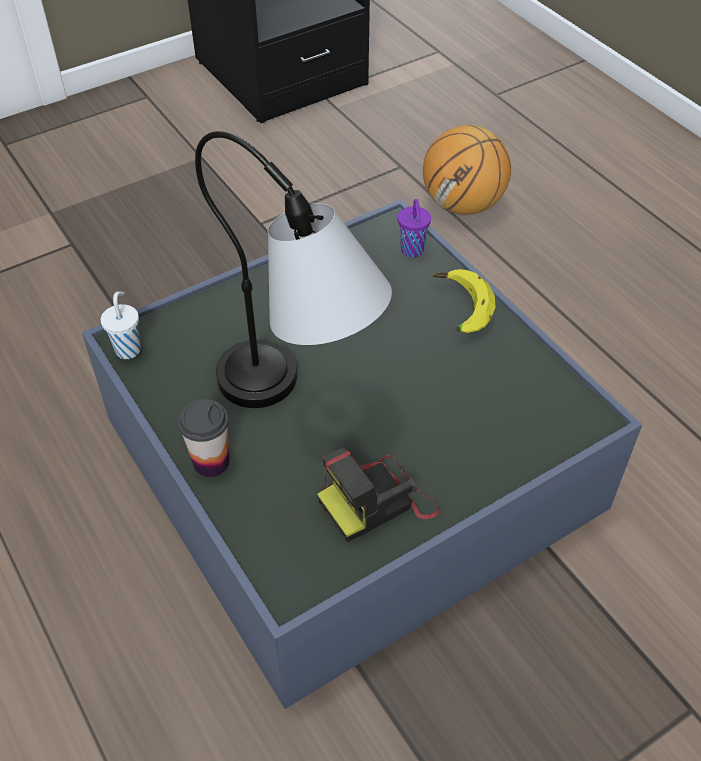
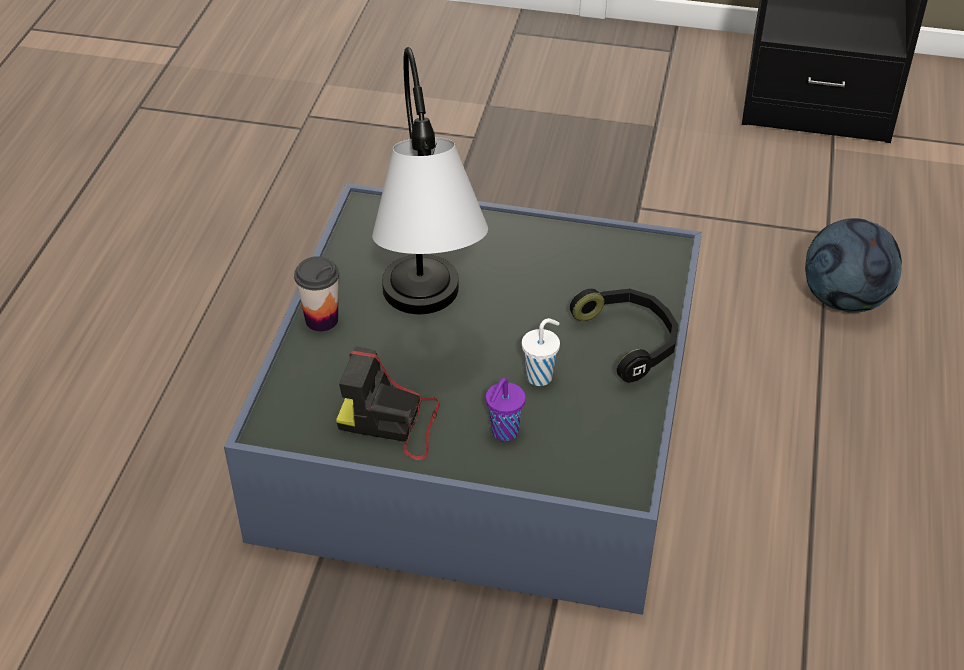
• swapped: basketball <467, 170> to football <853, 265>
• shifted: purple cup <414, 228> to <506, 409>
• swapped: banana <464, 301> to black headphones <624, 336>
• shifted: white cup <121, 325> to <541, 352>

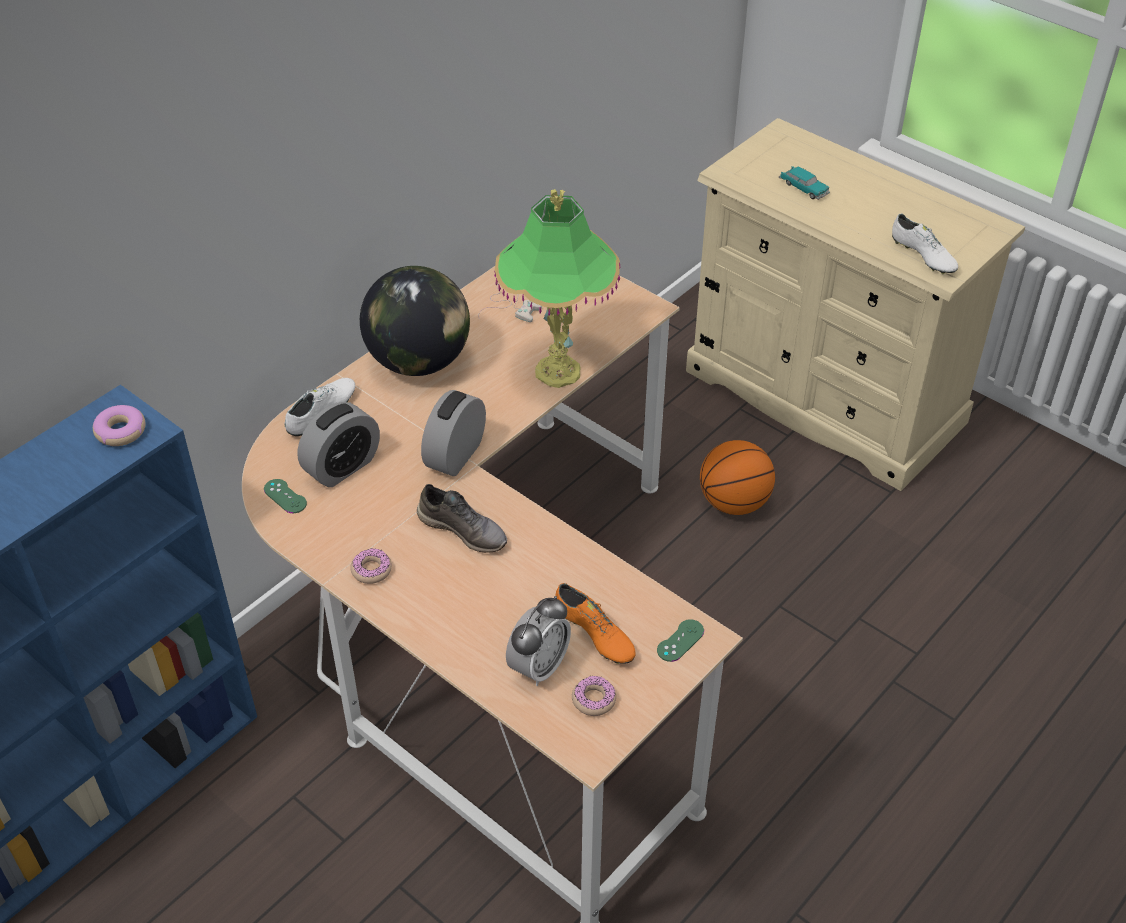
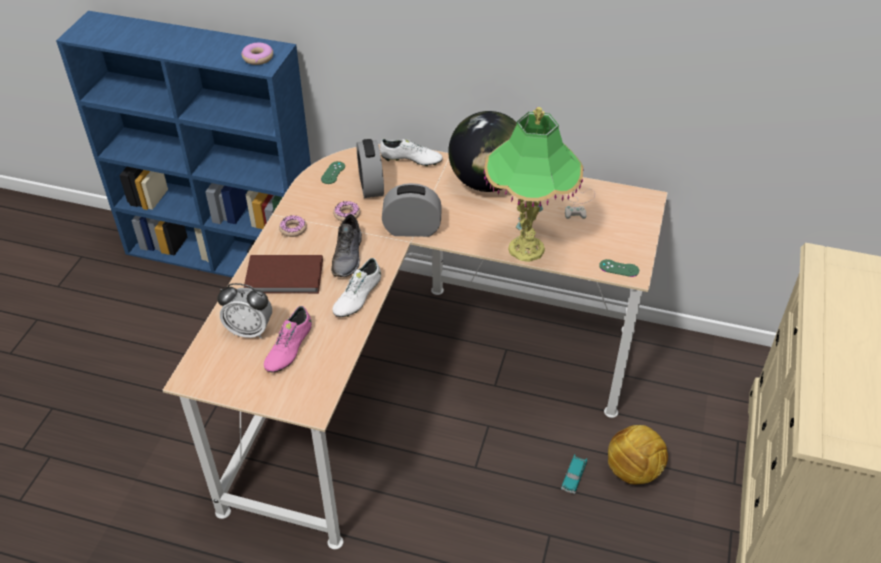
• shifted: toy car <804, 183> to <574, 474>
• shifted: white shoe <925, 244> to <356, 287>
• rotated: alarm clock <338, 444> = <370, 168> 60 degrees clockwise
• swapped: basketball <737, 477> to football <638, 454>
• repainted: orange shoe <595, 623> to pink shoe <288, 339>
• shifted: green game controller <680, 640> to <619, 268>
• shifted: donut <594, 696> to <346, 211>
• new: brown book <283, 274>

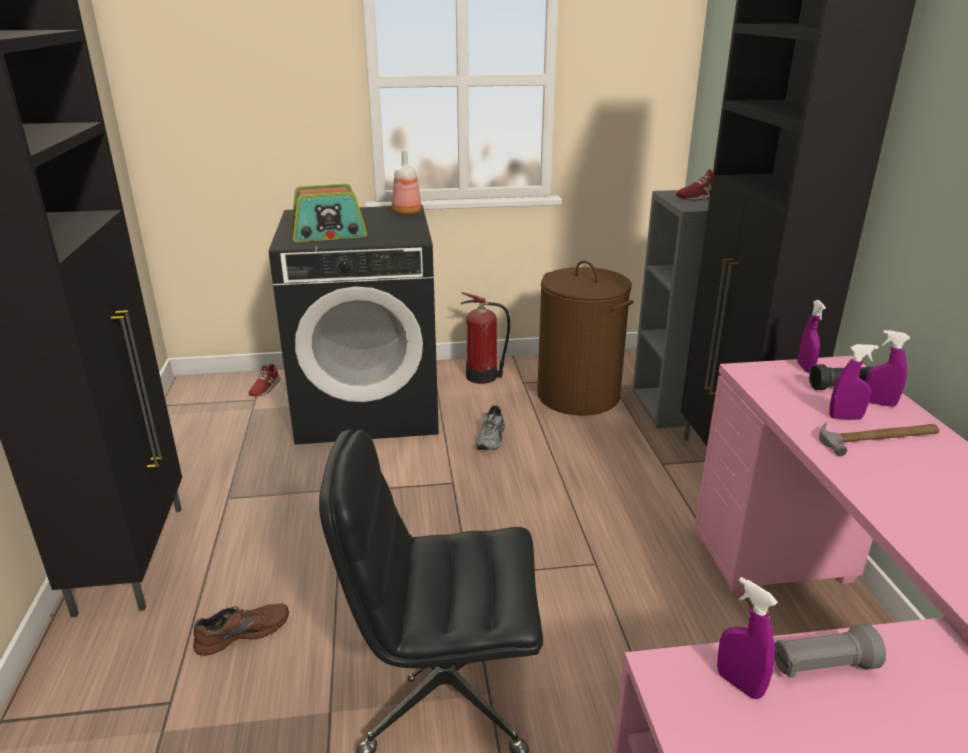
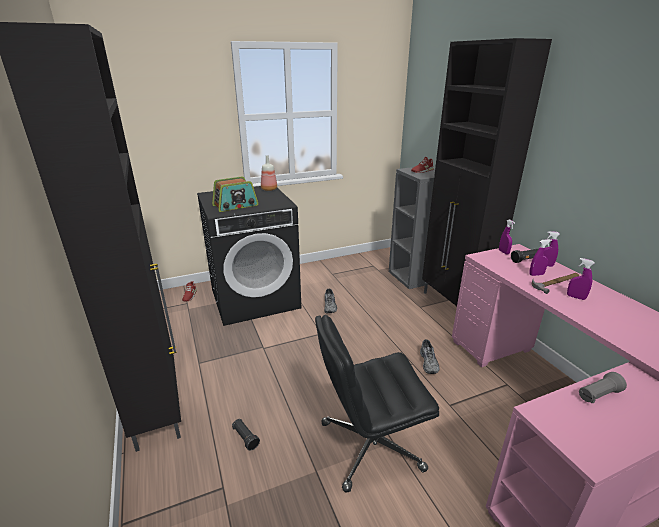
• gone: brown laundry basket <585, 338>
• gone: fire extinguisher <485, 338>
• shifted: purple spray bottle <747, 638> to <581, 279>
• swapped: brown shoe <241, 629> to black flashlight <246, 434>
• new: grey shoe <429, 356>

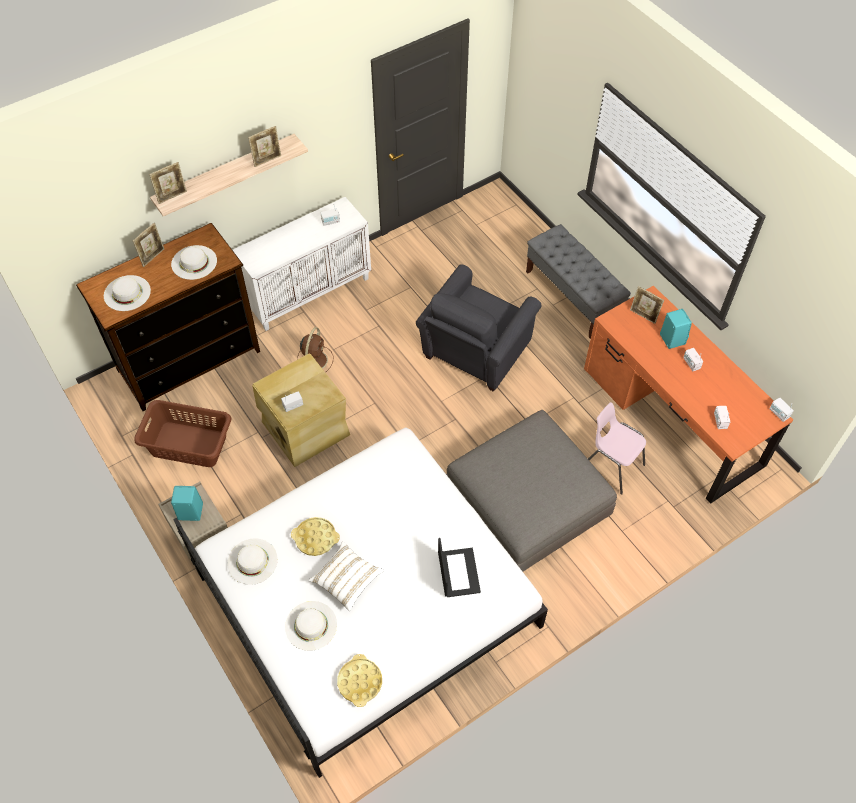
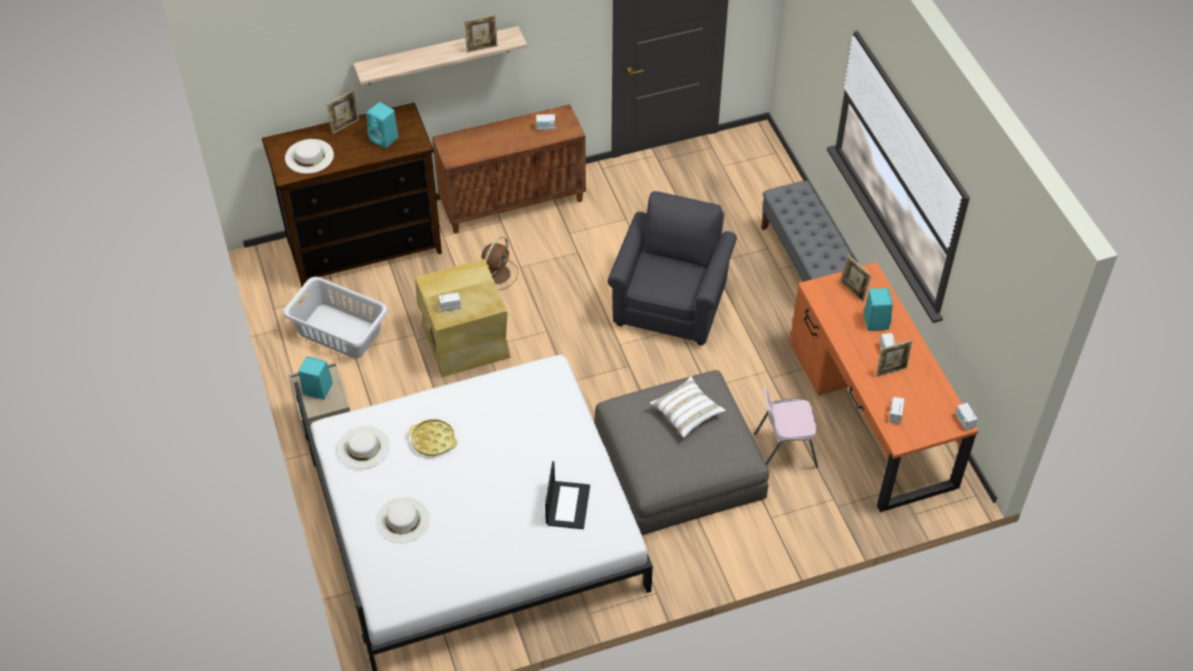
• shifted: picture frame <168, 183> to <894, 358>
• repainted: white cabinet <302, 264> to brown cabinet <509, 169>
• swapped: white hat <194, 262> to turquoise speaker <382, 125>
• rotated: grey armchair <478, 328> = <672, 268> 150 degrees clockwise
• repainted: brown laundry basket <183, 433> to grey laundry basket <335, 318>
• rotated: pink chair <617, 448> = <786, 428> 60 degrees counterclockwise
• shifted: white pillow <346, 576> to <687, 407>
• gone: yellow tray <359, 680>

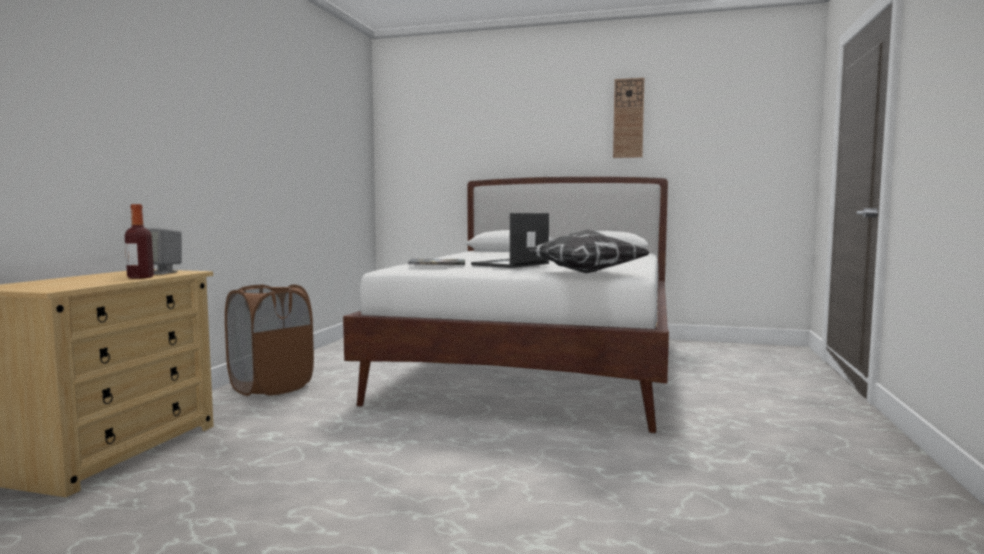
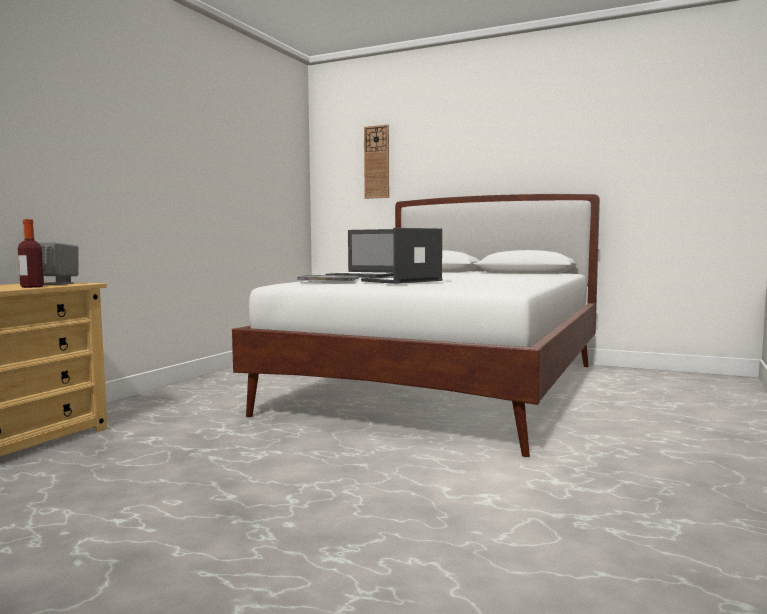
• shifted: wall clock <628, 118> to <376, 162>
• gone: pillow <588, 251>
• gone: brown laundry basket <269, 340>
• new: laptop <359, 253>

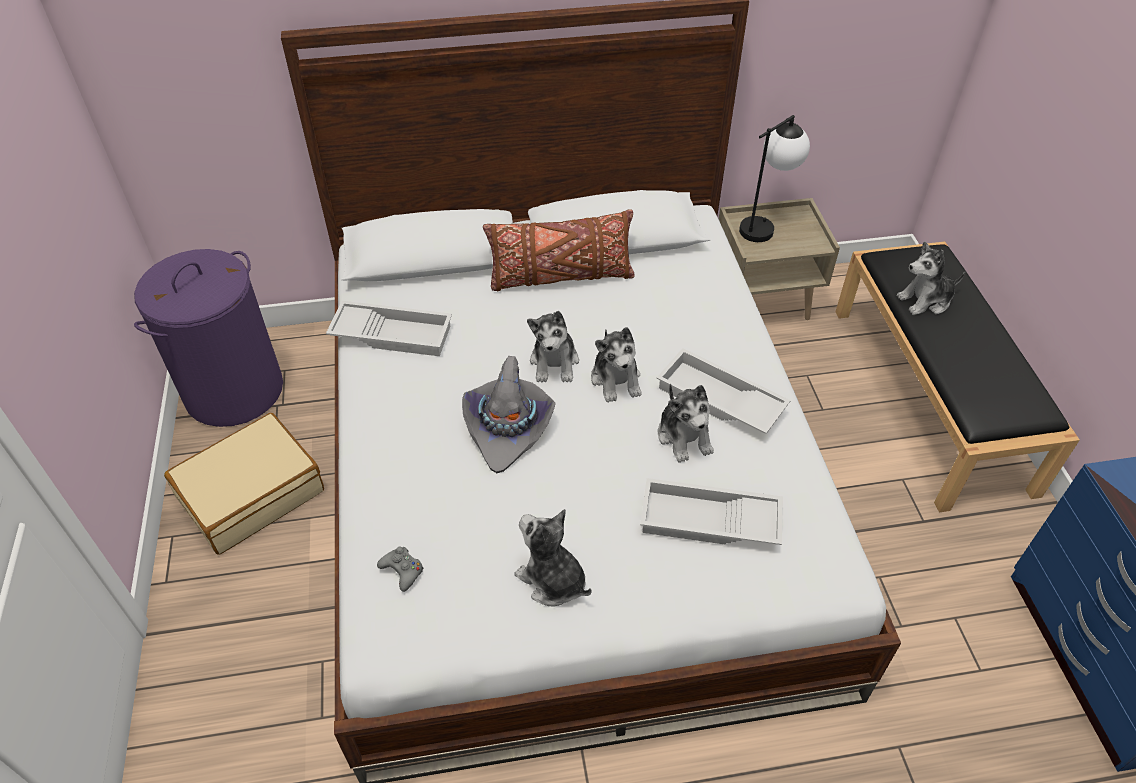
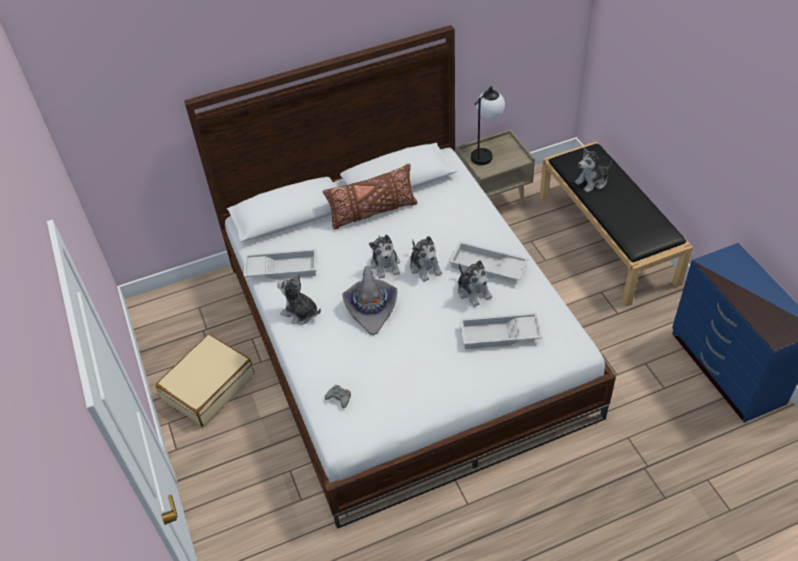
• gone: purple laundry basket <208, 338>
• shifted: plush toy <553, 558> to <299, 299>

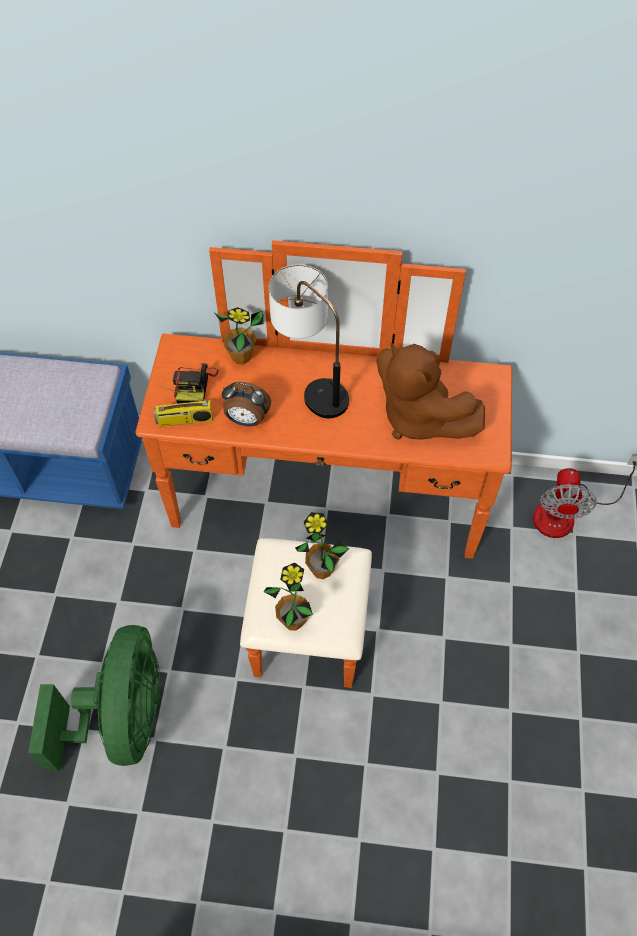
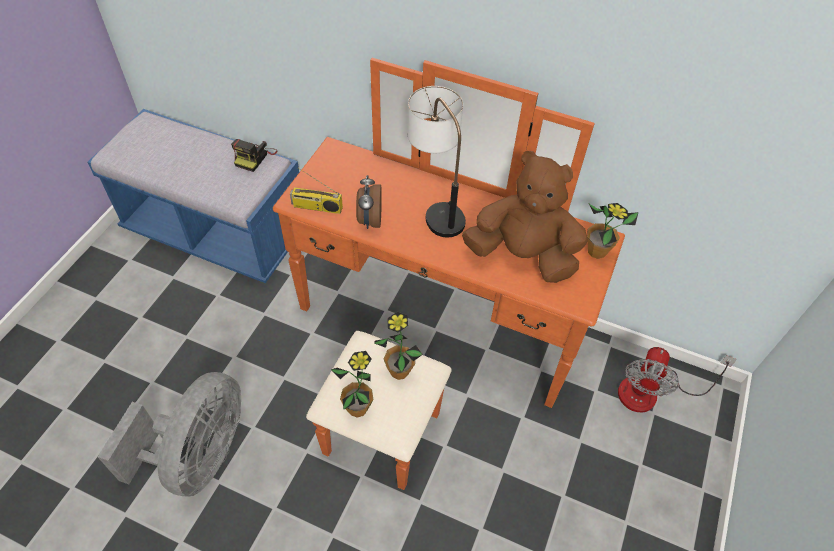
• shifted: potted plant <239, 335> to <612, 231>
• rotated: brown plush toy <430, 391> = <525, 217> 135 degrees clockwise
• shifted: photo camera <196, 383> to <254, 155>
• rotated: alarm clock <246, 404> = <369, 202> 60 degrees clockwise
• repainted: green fan <94, 698> to grey fan <169, 434>

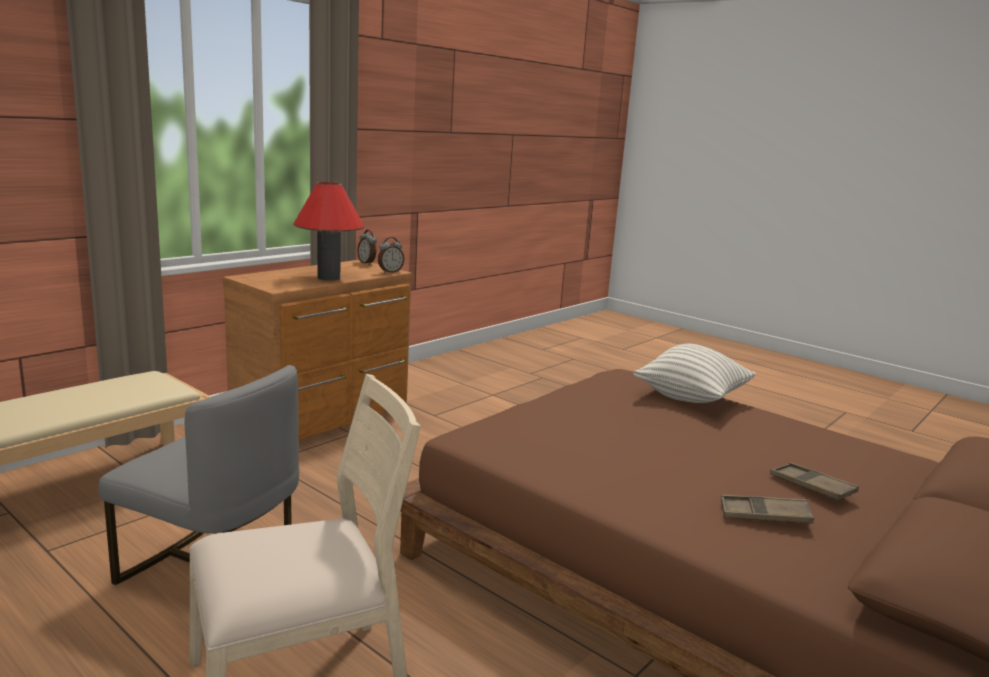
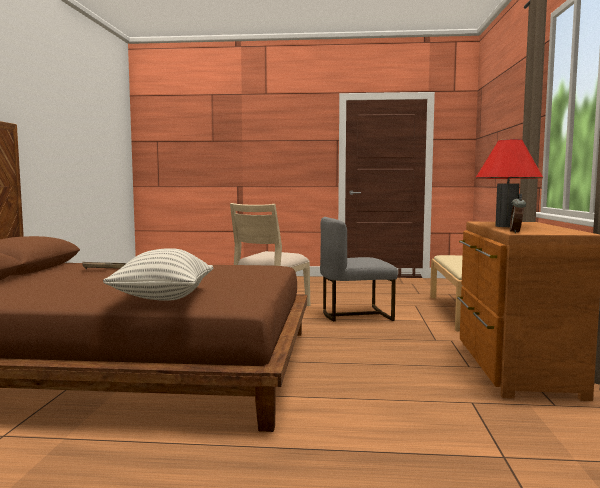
• gone: alarm clock <367, 247>
• gone: brown tray <814, 481>

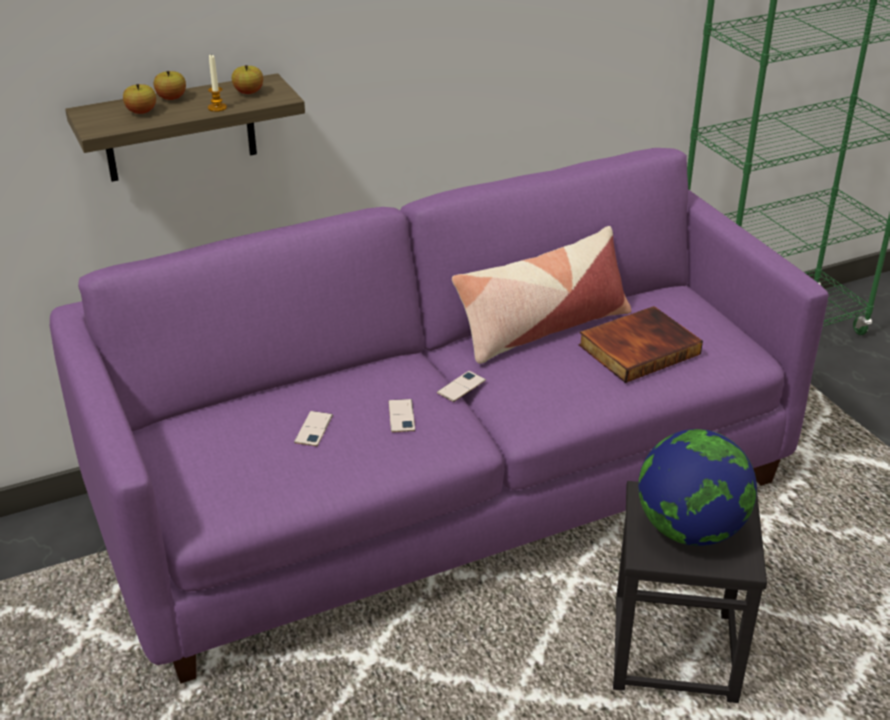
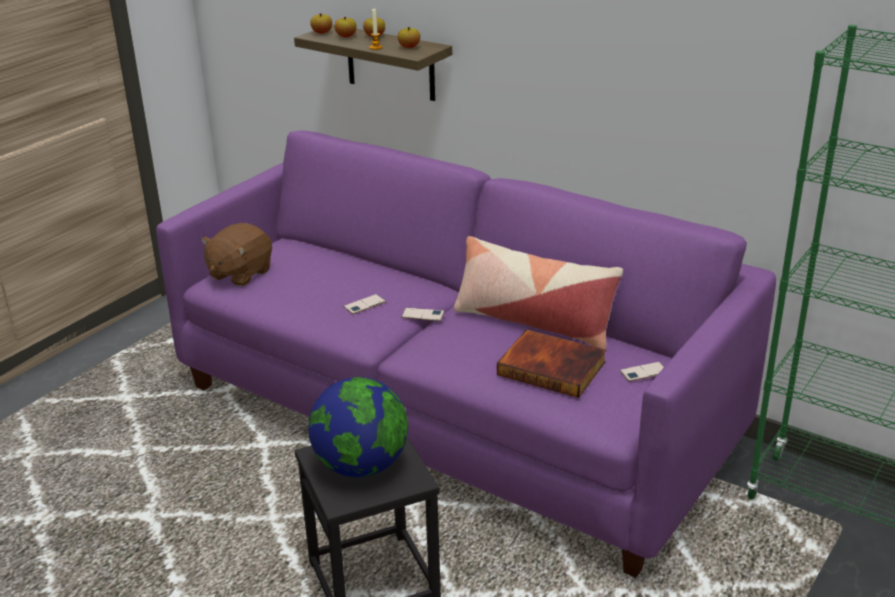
• shifted: phone <313, 428> to <642, 372>
• new: apple <321, 23>
• new: brown plush toy <236, 255>

